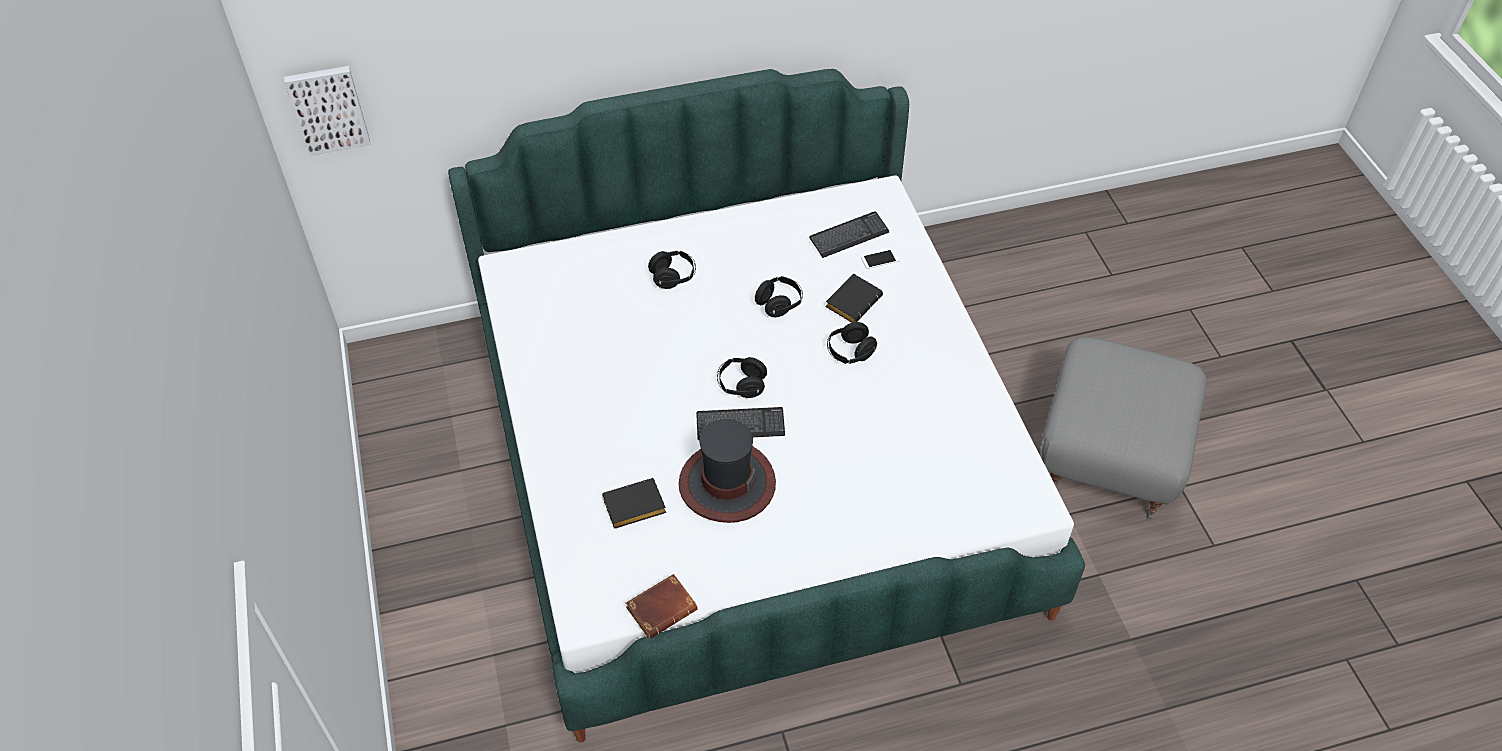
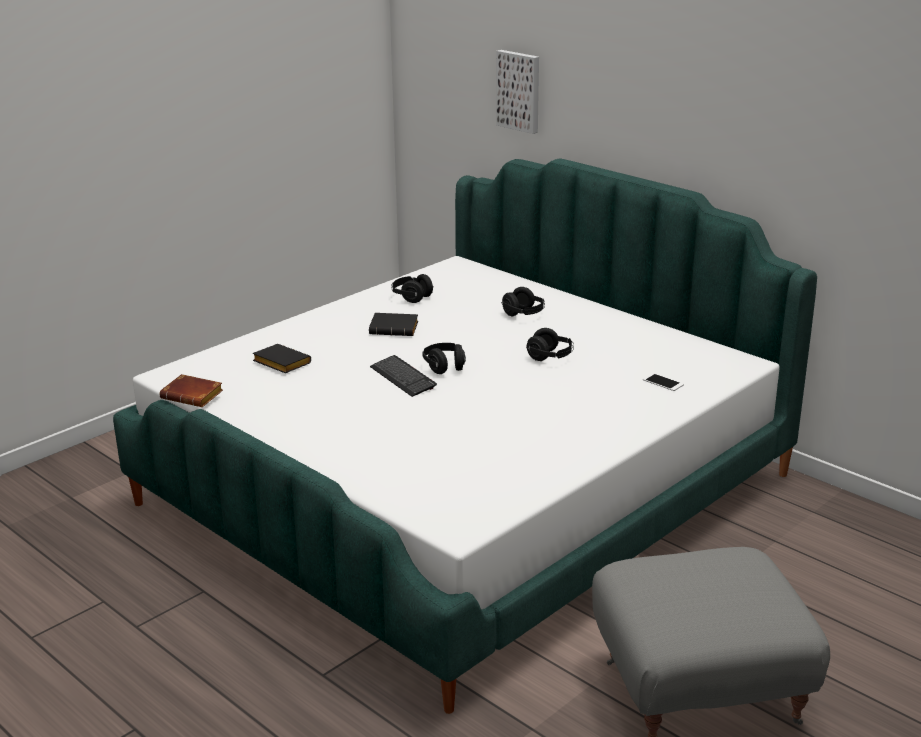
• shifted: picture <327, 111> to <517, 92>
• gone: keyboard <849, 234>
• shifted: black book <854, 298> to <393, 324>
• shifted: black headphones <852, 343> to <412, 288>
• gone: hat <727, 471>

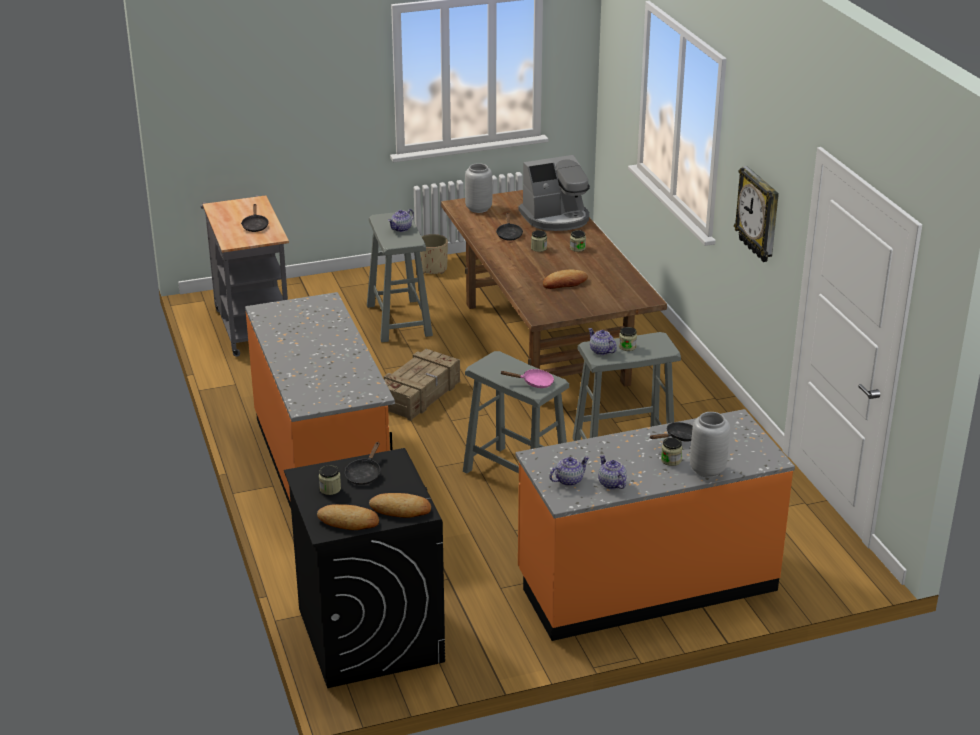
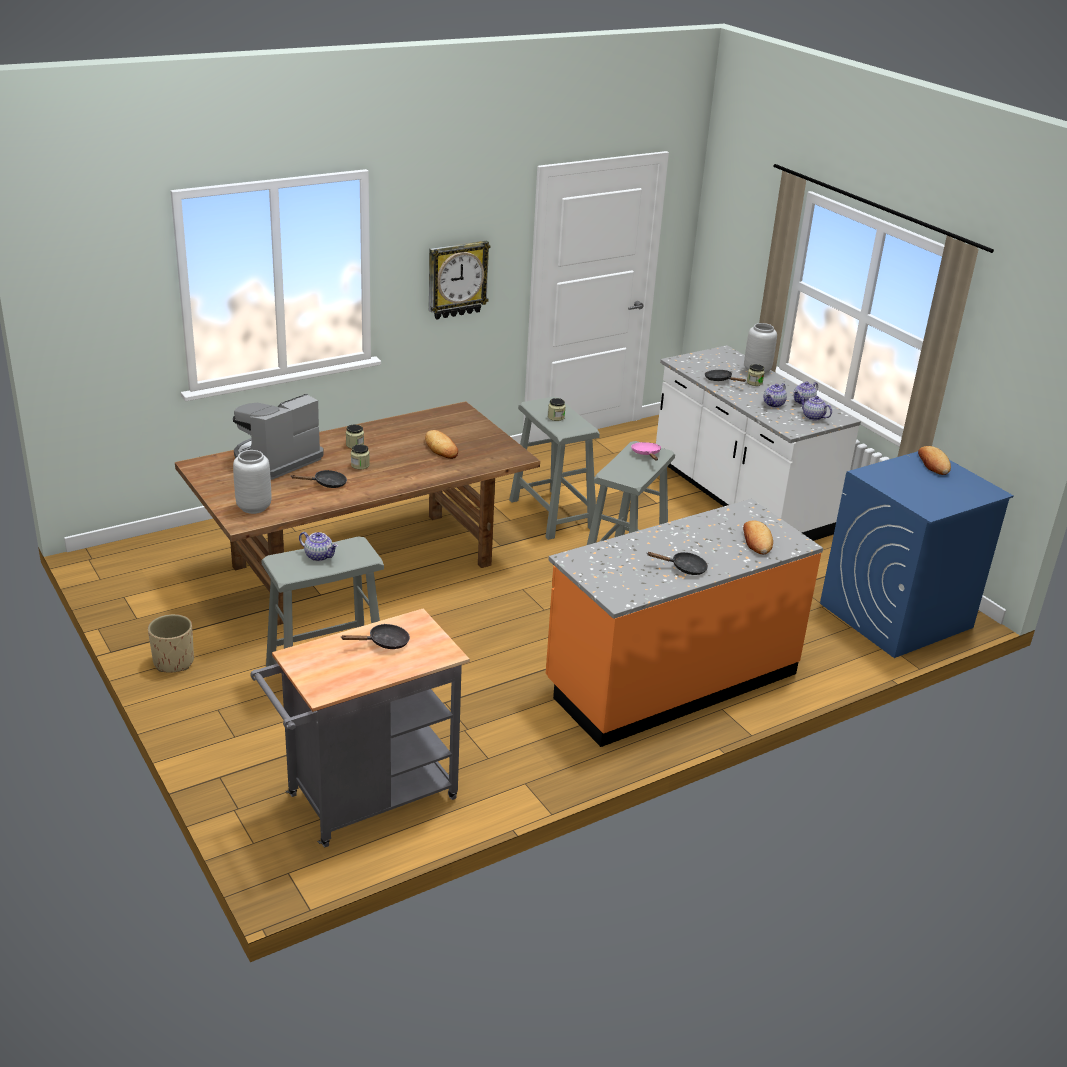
• rotated: coffee machine <554, 193> = <278, 437> 105 degrees counterclockwise
• shifted: teapot <602, 341> to <775, 395>
• gone: crate <422, 385>
• repainted: orange counter <655, 525> to white counter <758, 443>
• shifted: black frying pan <362, 463> to <677, 563>
• repainted: black washing machine <364, 568> to blue washing machine <917, 554>
• gone: jar <330, 480>
• shifted: bread <348, 517> to <758, 537>

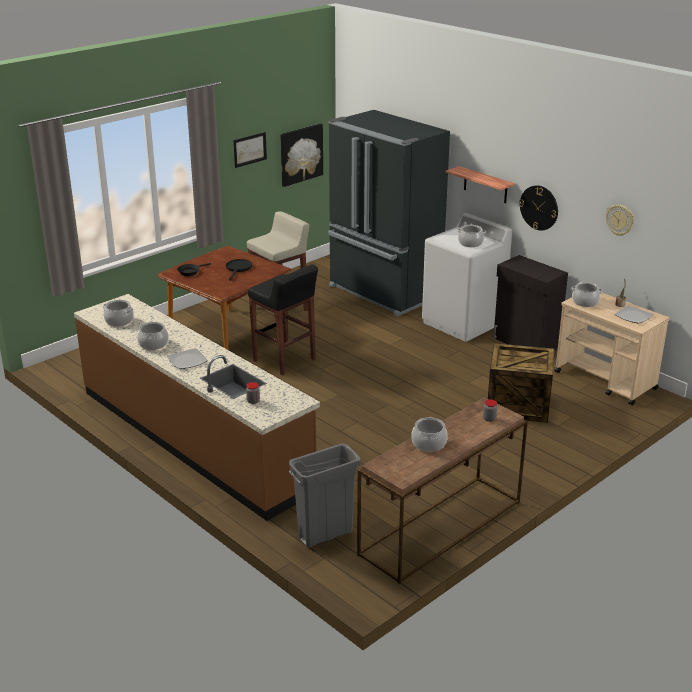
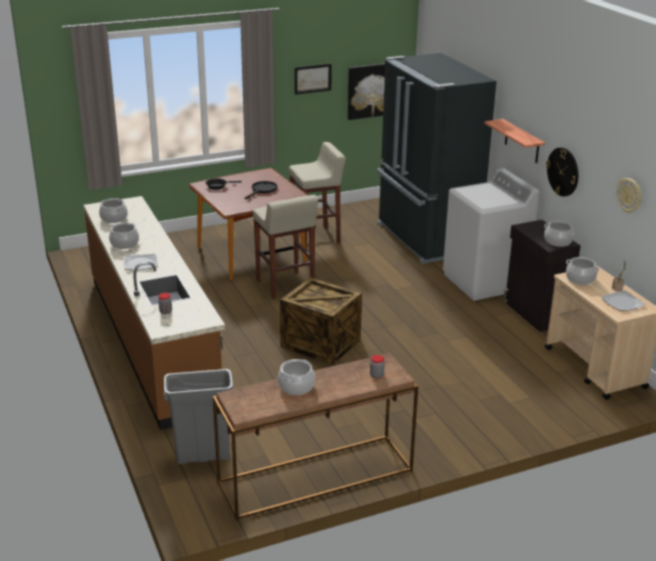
• shifted: cooking pot <471, 236> to <560, 234>
• repainted: black stool <283, 319> to beige stool <285, 247>
• shifted: crate <521, 383> to <321, 321>

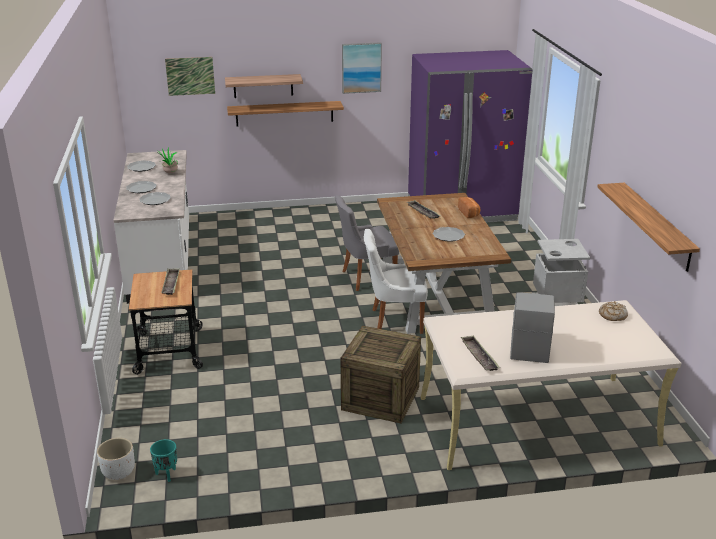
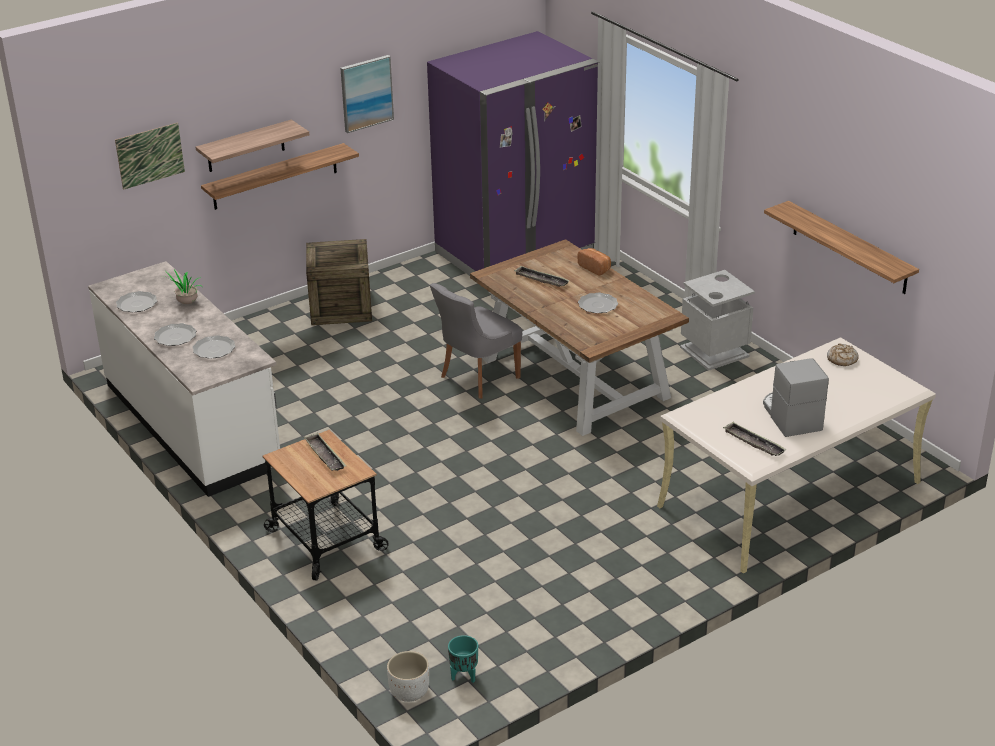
• gone: white chair <396, 281>
• shifted: crate <381, 375> to <339, 282>

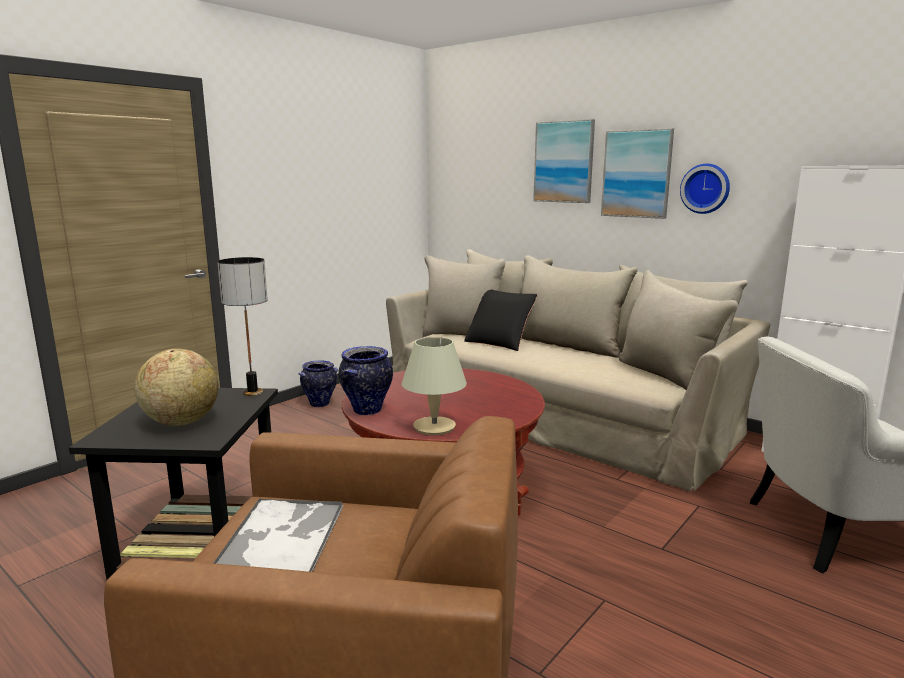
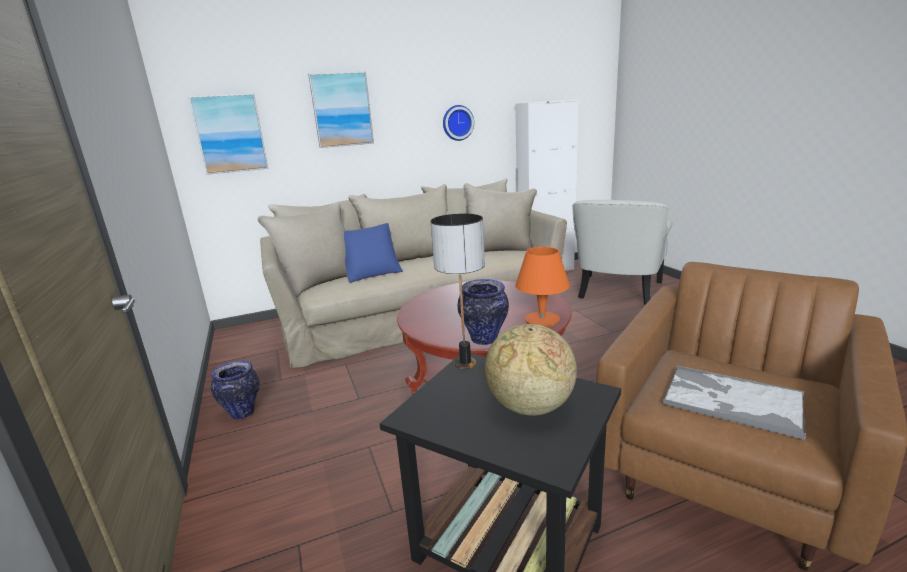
• shifted: picture <637, 173> to <228, 134>
• repainted: black pillow <500, 320> to blue pillow <373, 253>
• repainted: beige table lamp <434, 386> to orange table lamp <542, 287>

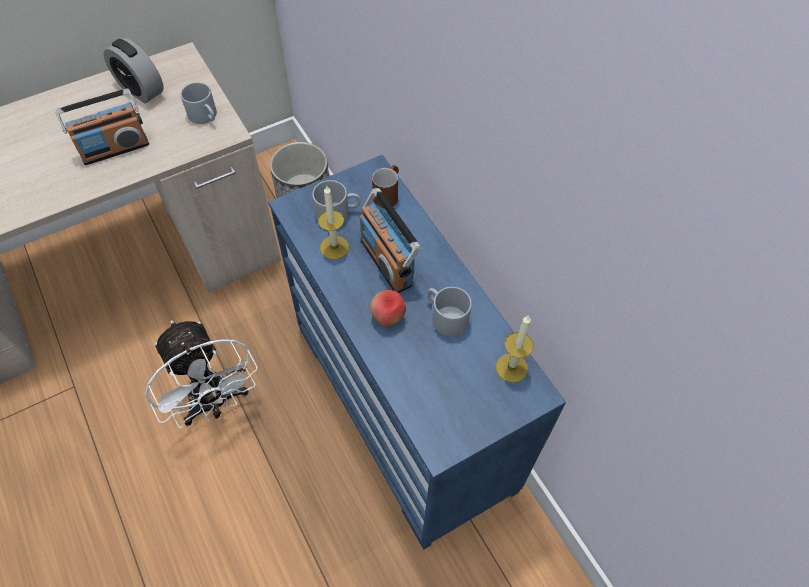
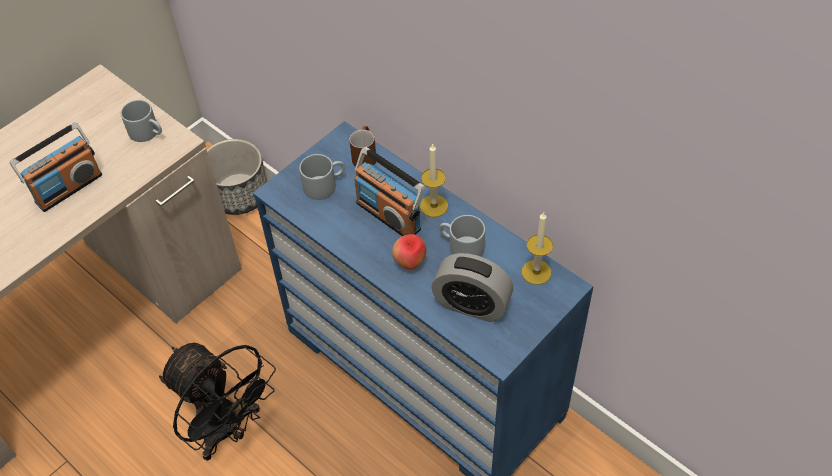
• shifted: alarm clock <133, 70> to <472, 287>
• shifted: candle <333, 222> to <434, 180>
• repainted: white fan <201, 374> to black fan <217, 402>

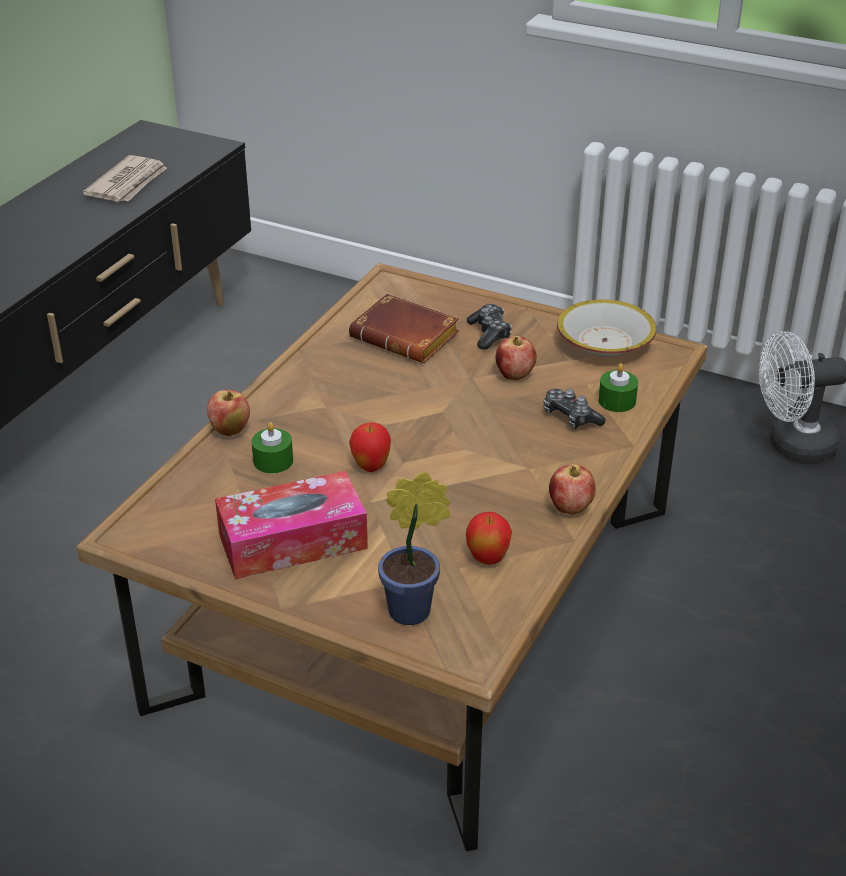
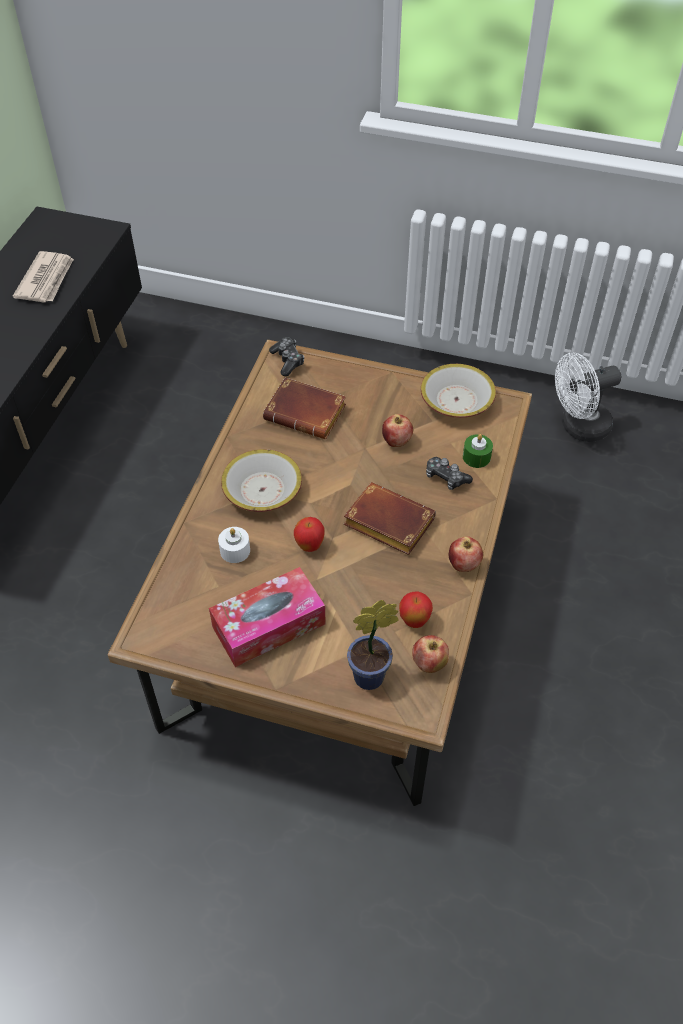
• shifted: game controller <489, 327> to <286, 356>
• shifted: apple <228, 413> to <430, 654>
• repainted: green candle <272, 447> to white candle <234, 545>
• new: bowl <261, 480>
• new: brown book <390, 518>

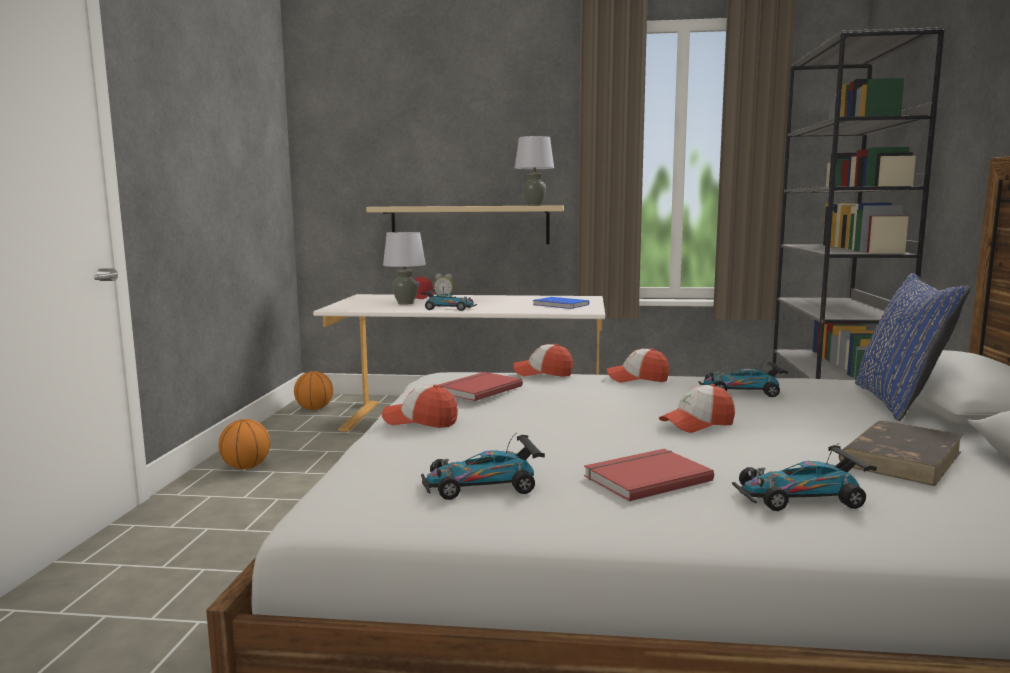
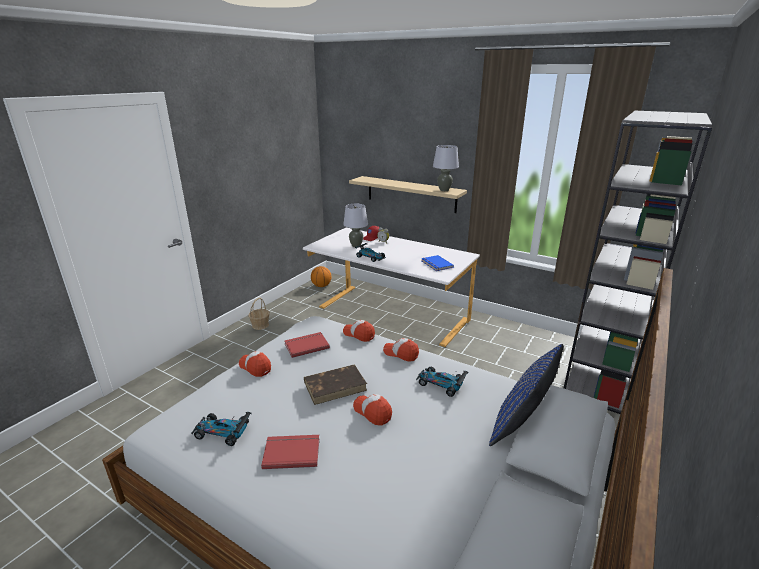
• rotated: cap <697, 408> = <372, 409> 45 degrees clockwise
• swapped: basketball <244, 444> to basket <259, 314>
• shifted: brown book <901, 453> to <335, 384>
• gone: toy car <804, 477>

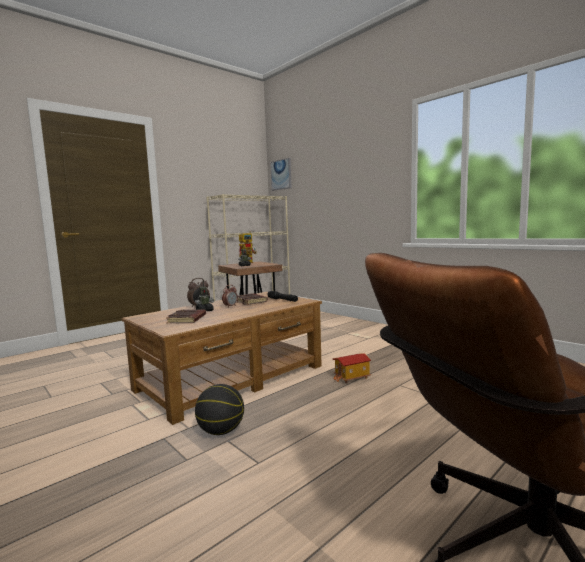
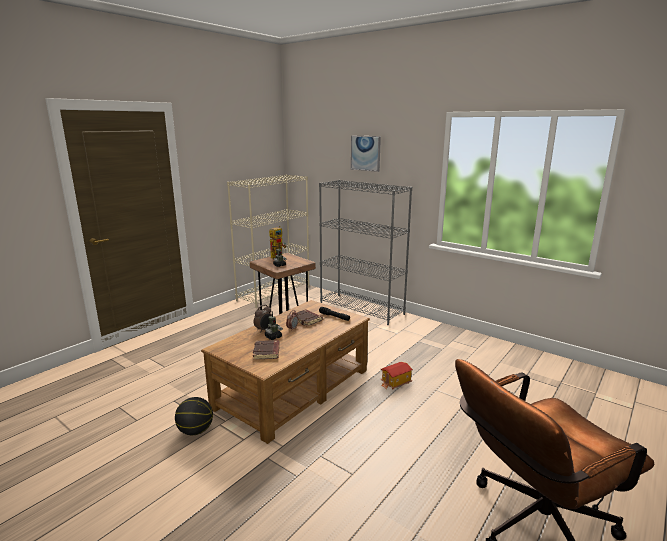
• shifted: picture <281, 174> to <366, 154>
• shifted: basketball <219, 409> to <194, 416>
• new: grey bookcase <365, 252>

